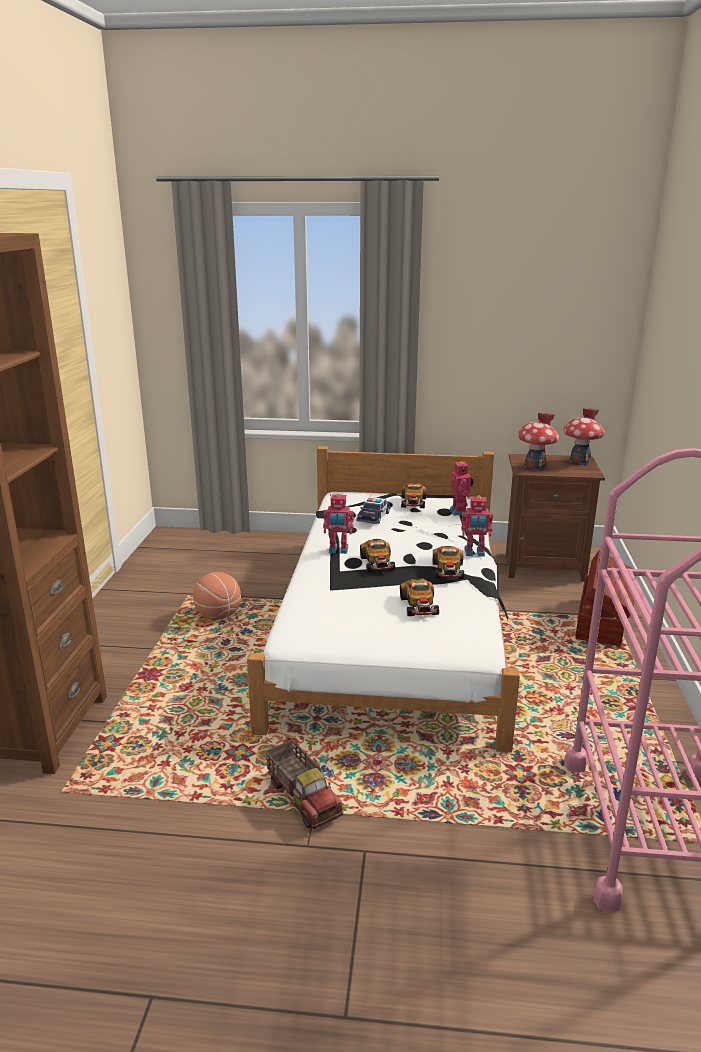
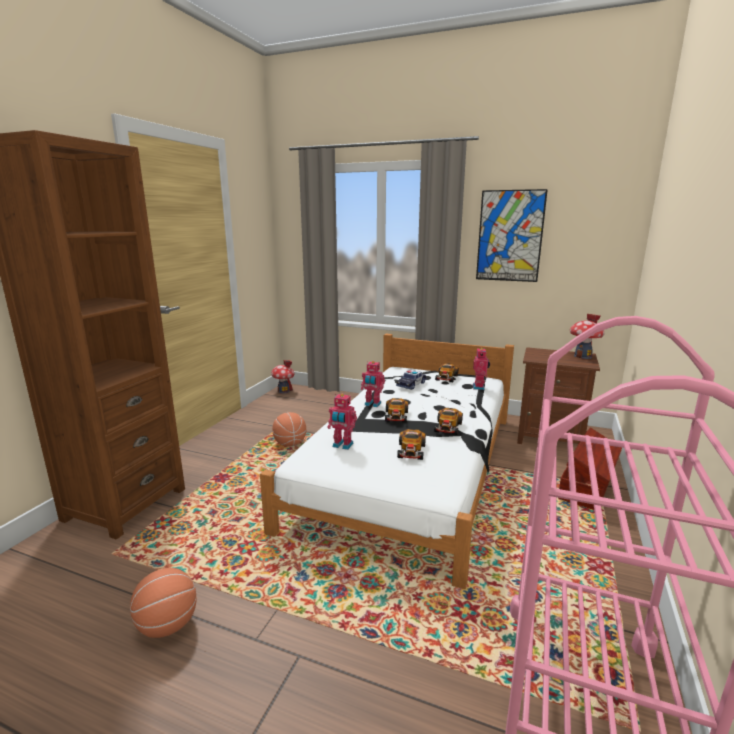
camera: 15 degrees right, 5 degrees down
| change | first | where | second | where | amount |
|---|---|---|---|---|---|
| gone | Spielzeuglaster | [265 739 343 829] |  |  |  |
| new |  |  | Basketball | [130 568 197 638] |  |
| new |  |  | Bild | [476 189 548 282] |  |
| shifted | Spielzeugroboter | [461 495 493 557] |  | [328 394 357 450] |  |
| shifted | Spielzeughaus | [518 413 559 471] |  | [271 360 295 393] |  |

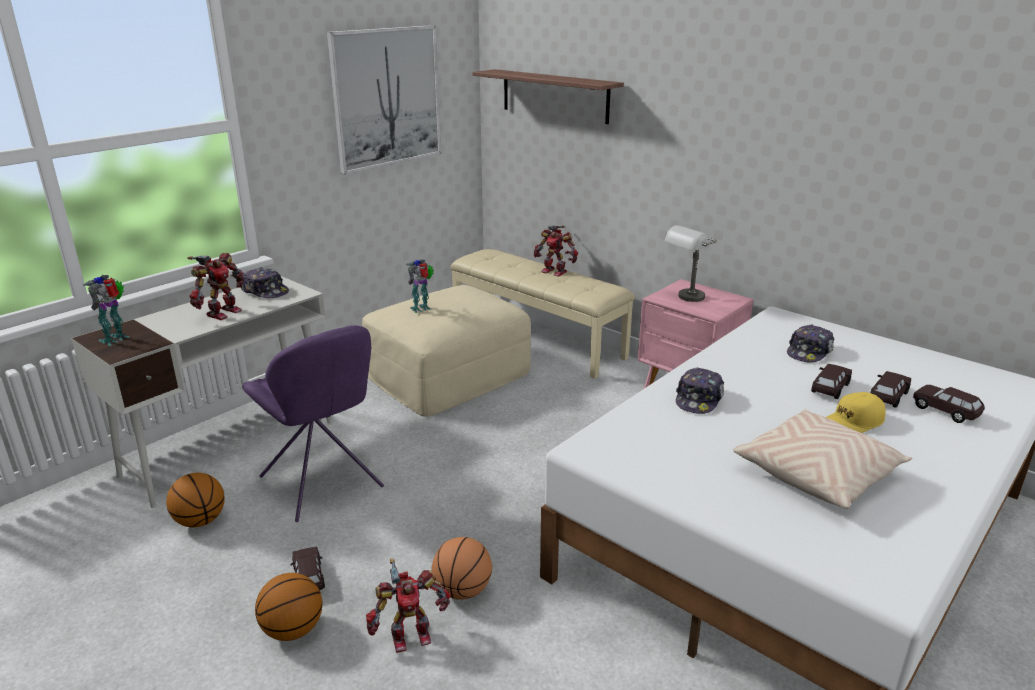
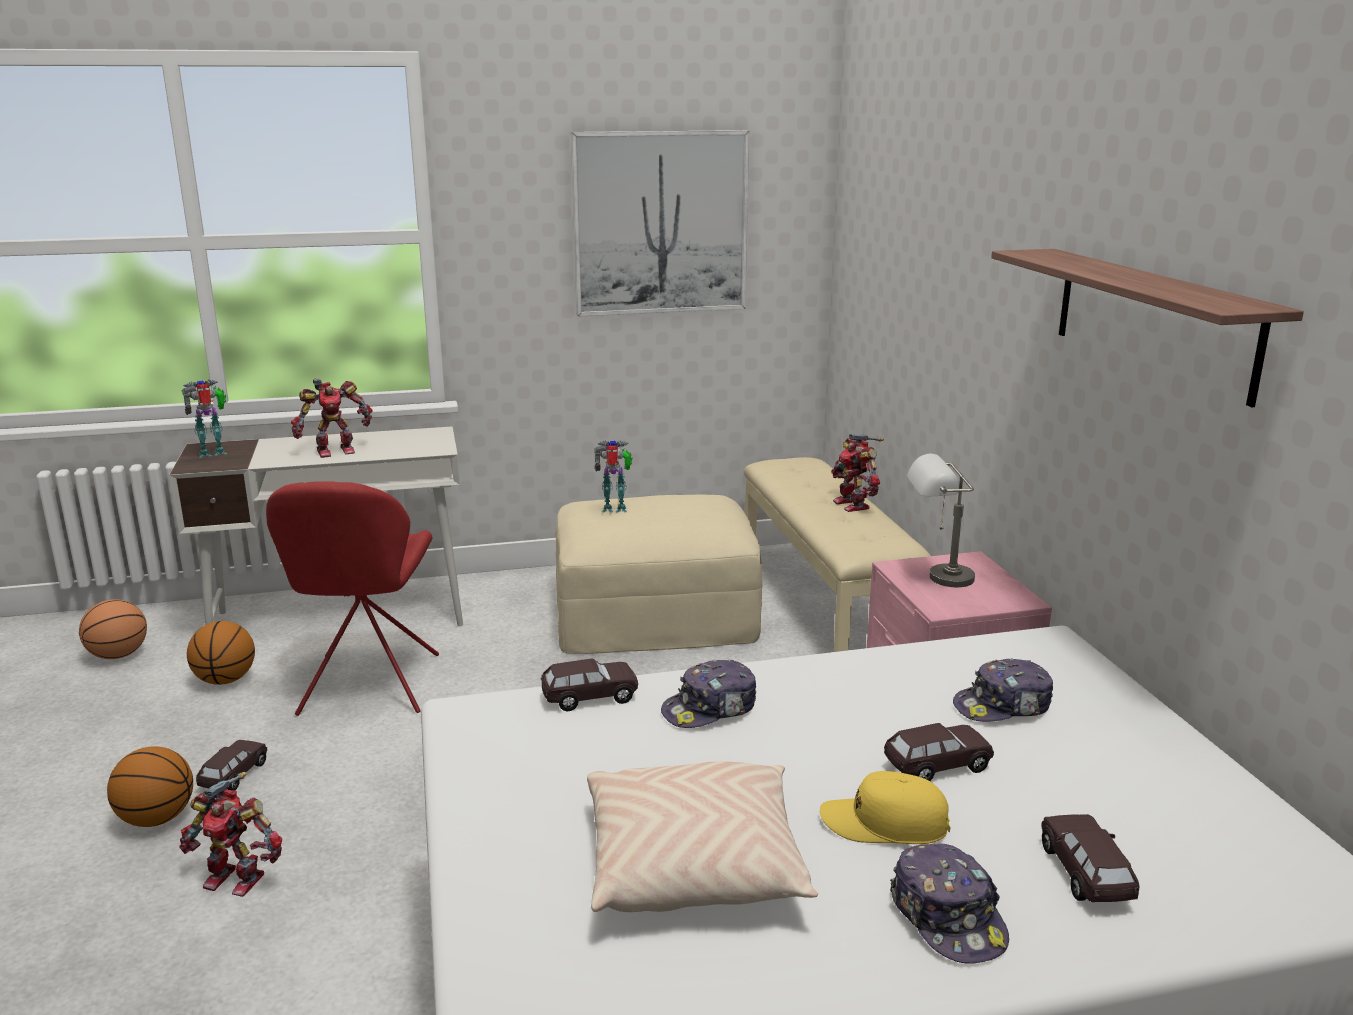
camera: 35 degrees right, 5 degrees down
| change | first | where | second | where | amount |
|---|---|---|---|---|---|
| shifted | Kappe | [241 267 289 298] |  | [890 844 1009 964] |  |
| shifted | Basketball | [432 537 492 600] |  | [79 599 147 659] |  |
| shifted | Wandregal | [473 69 624 124] |  | [991 249 1304 407] |  |
| shifted | Spielzeugauto [braun] | [870 371 911 408] |  | [541 659 638 711] |  |
| repainted | Stuhl [lila] | [242 325 384 522] | Stuhl [rot] | [266 481 439 716] |  |

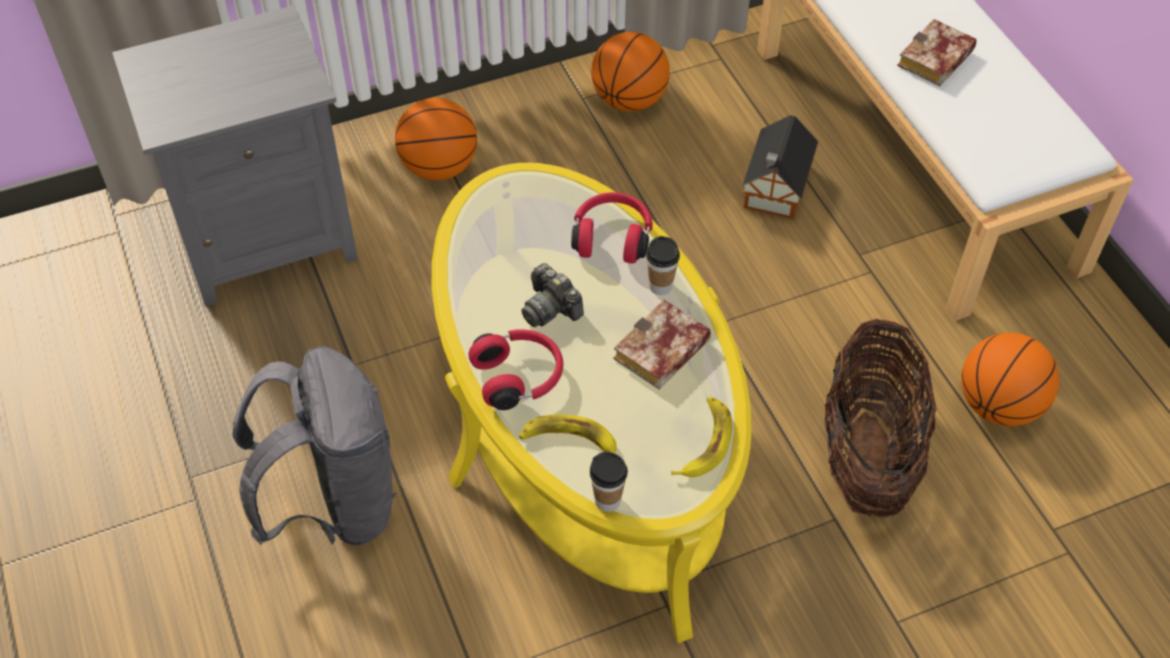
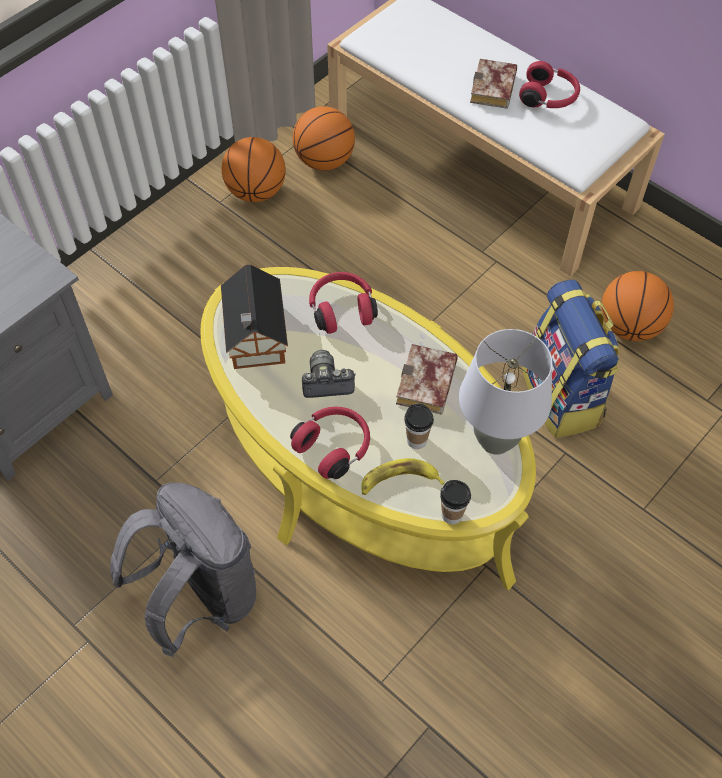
camera: 25 degrees left, 5 degrees up
| change | first | where | second | where | amount |
|---|---|---|---|---|---|
| new |  |  | Kopfhörer [rot] | [519 61 580 108] |  |
| shifted | Basketball | [395 98 477 180] |  | [293 106 355 171] |  |
| shifted | Tasse | [646 236 680 295] |  | [404 403 434 449] |  |
| shifted | Spielzeughaus | [742 115 818 219] |  | [221 264 288 369] |  |
| swapped | Banane | [671 397 732 477] | Tischlampe [grau] | [459 329 552 455] |  |
| swapped | Korb | [824 319 937 518] | Rucksack | [522 280 621 438] |  |
| rotated | Kamera | [521 263 584 327] |  | [302 350 356 398] | 150 degrees clockwise |

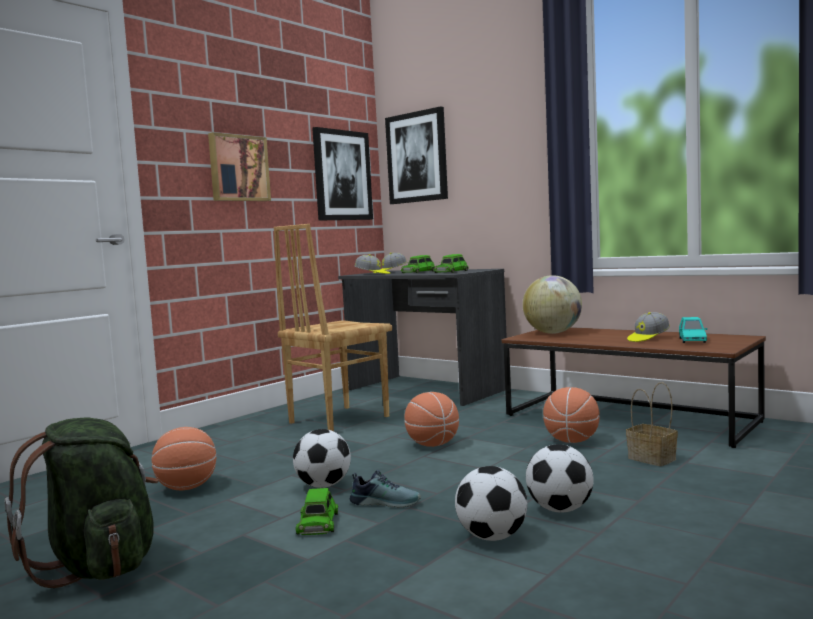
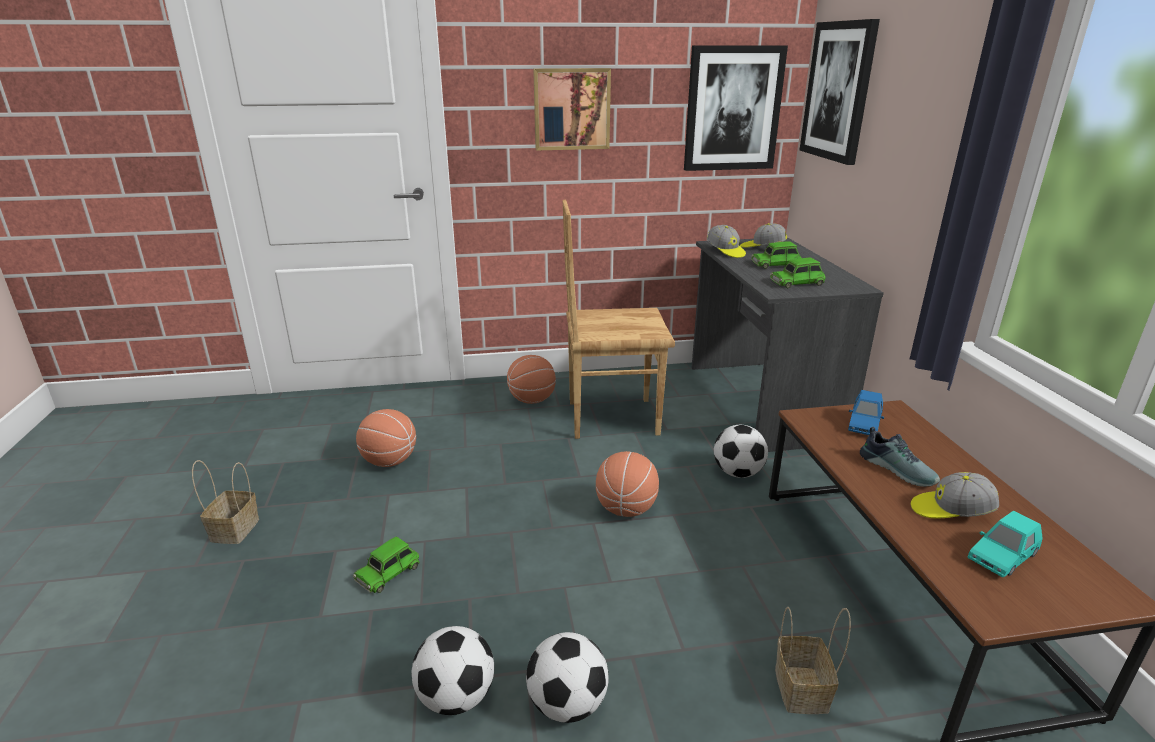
camera: 40 degrees right, 20 degrees up
| change | first | where | second | where | amount |
|---|---|---|---|---|---|
| shifted | Fußball | [293 429 351 488] |  | [714 425 768 478] |  |
| shifted | Schuh | [350 470 421 508] |  | [860 427 940 487] |  |
| shifted | Basketball | [543 387 600 443] |  | [507 355 556 404] |  |
| swapped | Rucksack [grün] | [4 418 159 588] | Korb | [192 460 259 544] |  |
| swapped | Globus | [523 275 582 334] | Spielzeugauto [blau] | [848 390 884 435] |  |

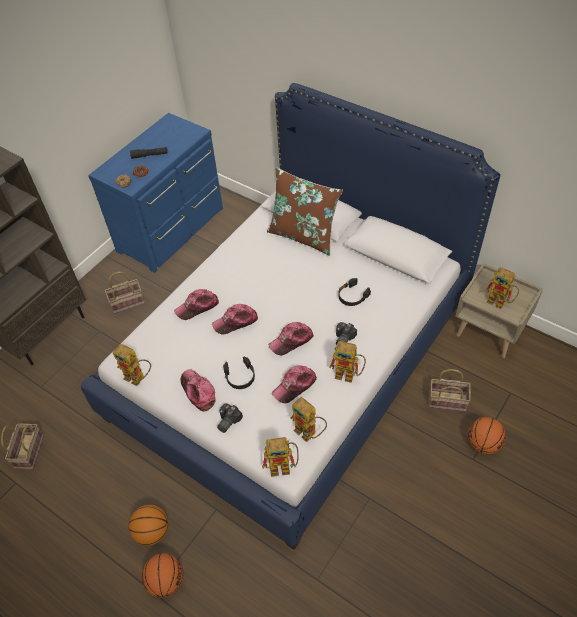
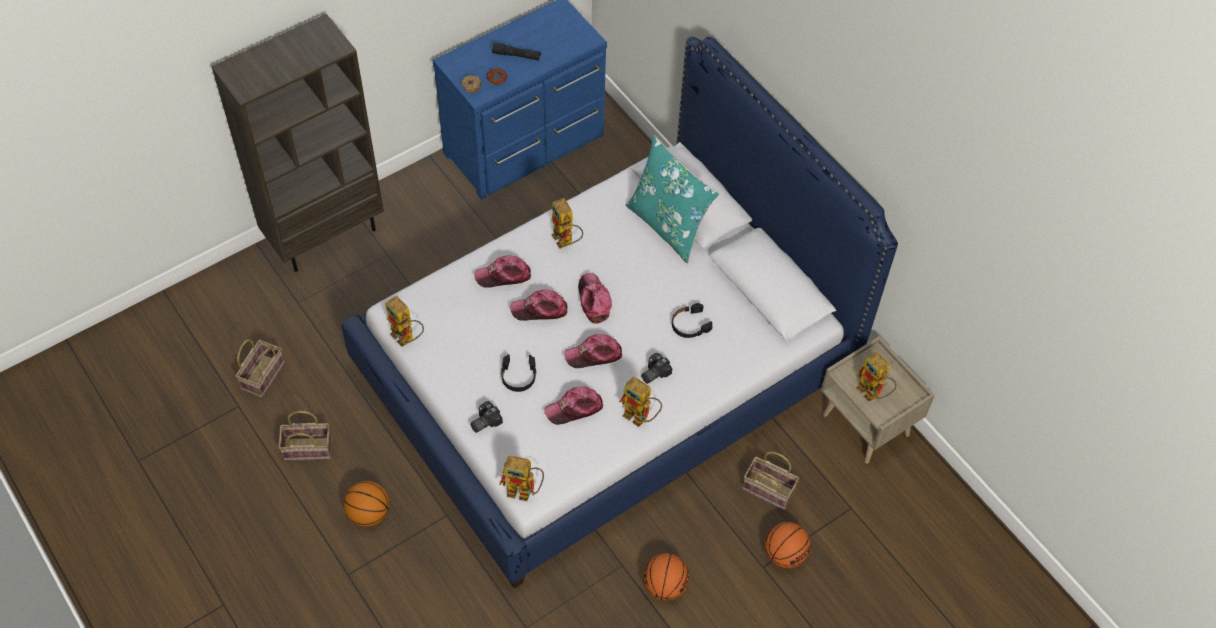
camera: 15 degrees right, 5 degrees up
| change | first | where | second | where | amount |
|---|---|---|---|---|---|
| shifted | Korb | [105 272 145 314] |  | [278 411 332 461] |  |
| shifted | Basketball | [142 553 183 598] |  | [643 553 690 600] |  |
| shifted | Kappe | [181 369 215 412] |  | [578 273 612 324] |  |
| shifted | Spielzeugroboter | [290 397 327 442] |  | [551 198 583 249] |  |
| repainted | Kissen [braun] | [267 167 343 256] | Kissen [türkis] | [626 135 719 263] |  |

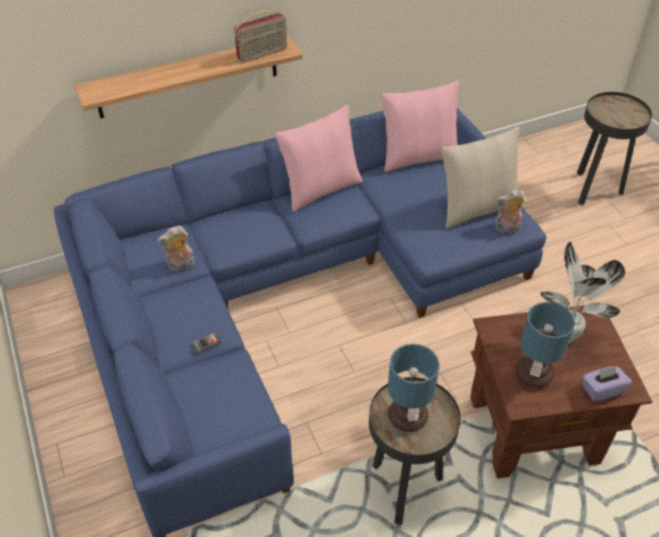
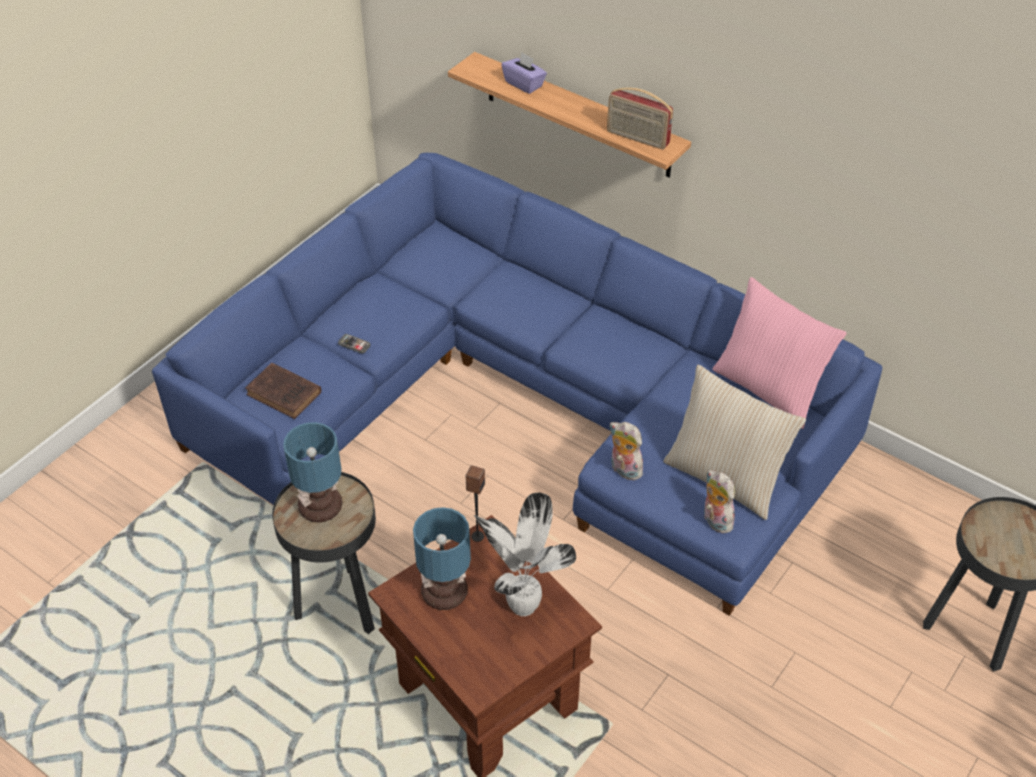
camera: 60 degrees right, 0 degrees up
| change | first | where | second | where | amount |
|---|---|---|---|---|---|
| gone | Kissen [rosa] | [275 104 363 212] |  |  |  |
| new |  |  | Buch [braun] | [245 363 321 419] |  |
| new |  |  | Lautsprecher | [465 465 485 542] |  |
| shifted | Plüschtier | [157 226 195 271] |  | [609 422 643 480] |  |
| shifted | Taschentuchbox [lila] | [582 366 632 402] |  | [501 52 547 94] |  |

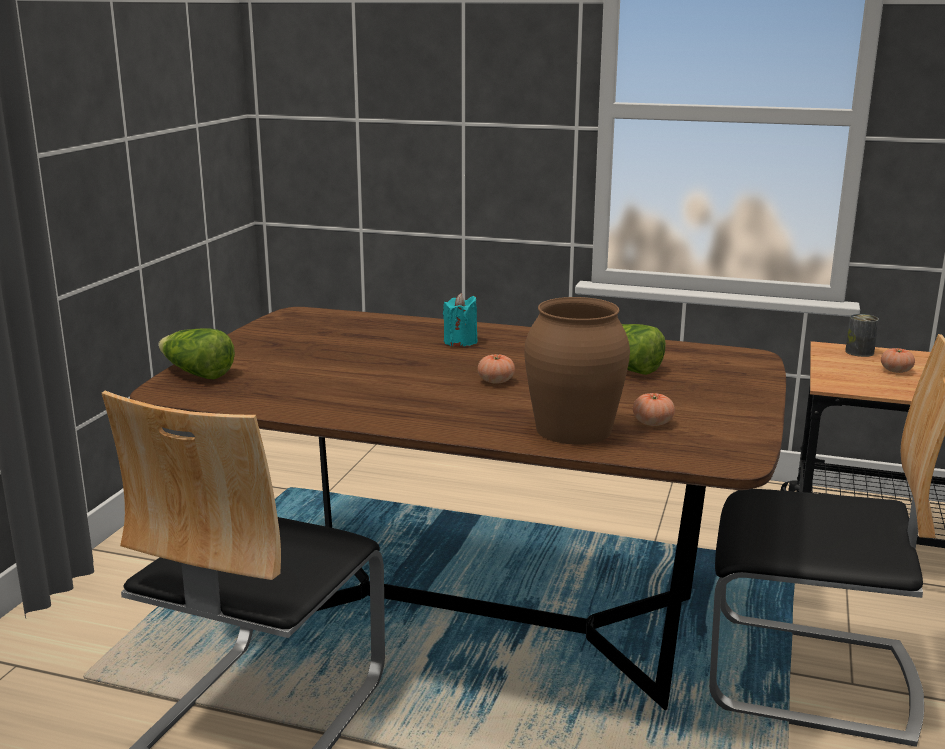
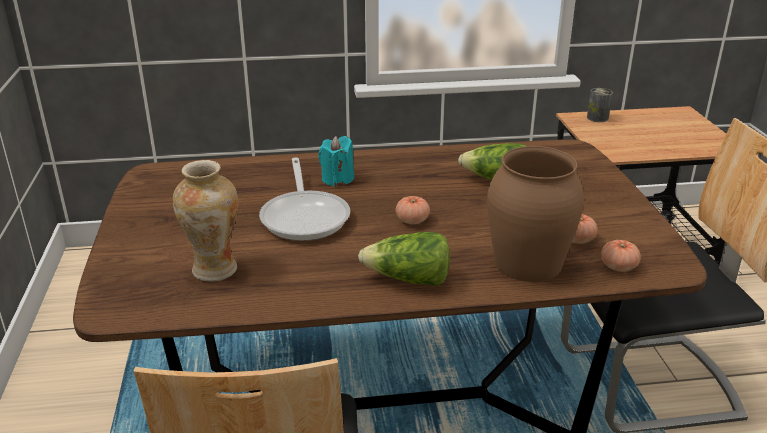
camera: 25 degrees left, 10 degrees up
| change | first | where | second | where | amount |
|---|---|---|---|---|---|
| new |  |  | Vase | [173 160 238 282] |  |
| new |  |  | Pfanne | [259 158 350 241] |  |
| shifted | Salatkopf | [158 329 235 379] |  | [358 232 450 286] |  |
| shifted | Tomate | [881 348 915 373] |  | [601 240 641 272] |  |

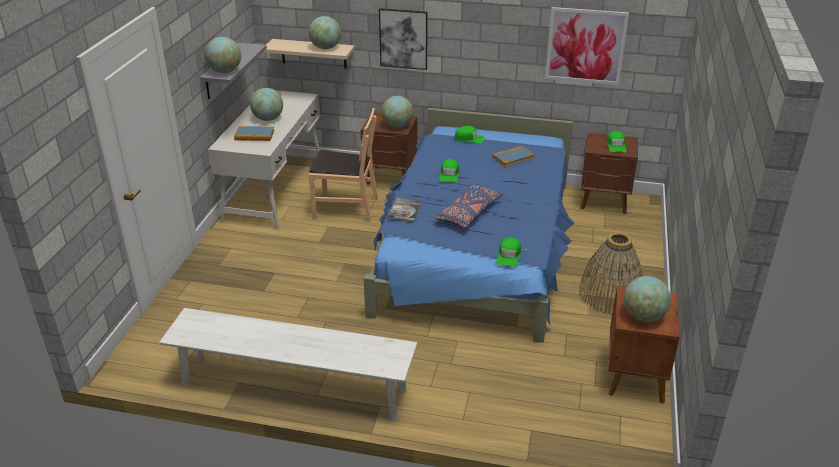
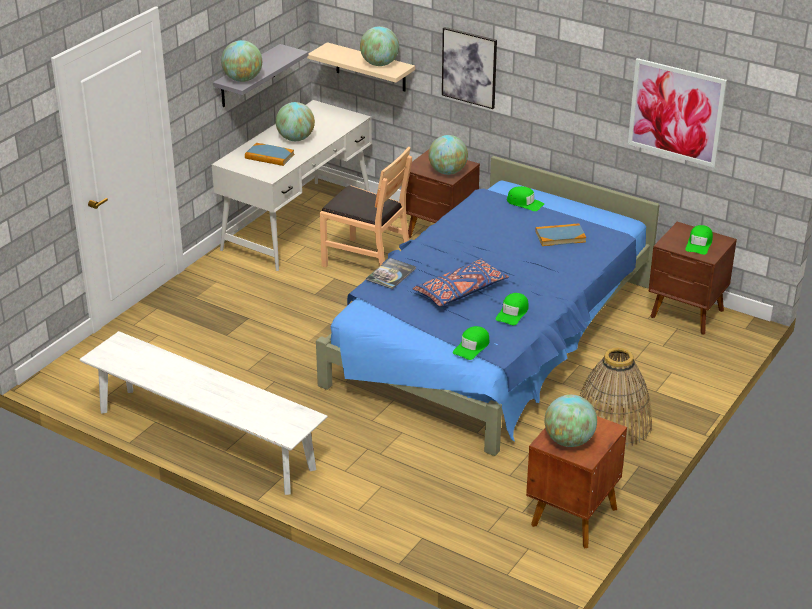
camera: 20 degrees right, 0 degrees up
| change | first | where | second | where | amount |
|---|---|---|---|---|---|
| shifted | Kappe [grün] | [439 159 459 183] |  | [496 293 529 325] |  |

